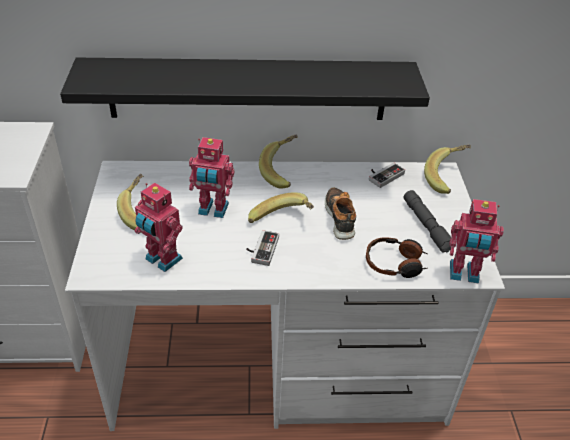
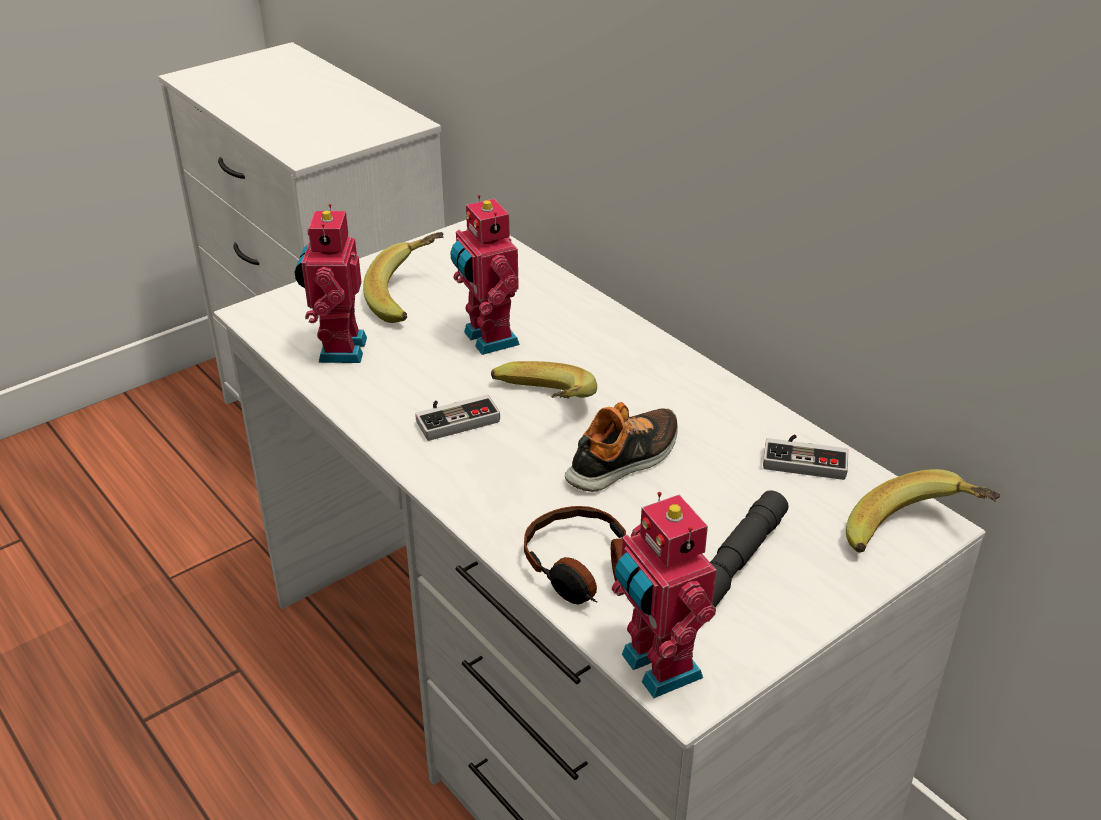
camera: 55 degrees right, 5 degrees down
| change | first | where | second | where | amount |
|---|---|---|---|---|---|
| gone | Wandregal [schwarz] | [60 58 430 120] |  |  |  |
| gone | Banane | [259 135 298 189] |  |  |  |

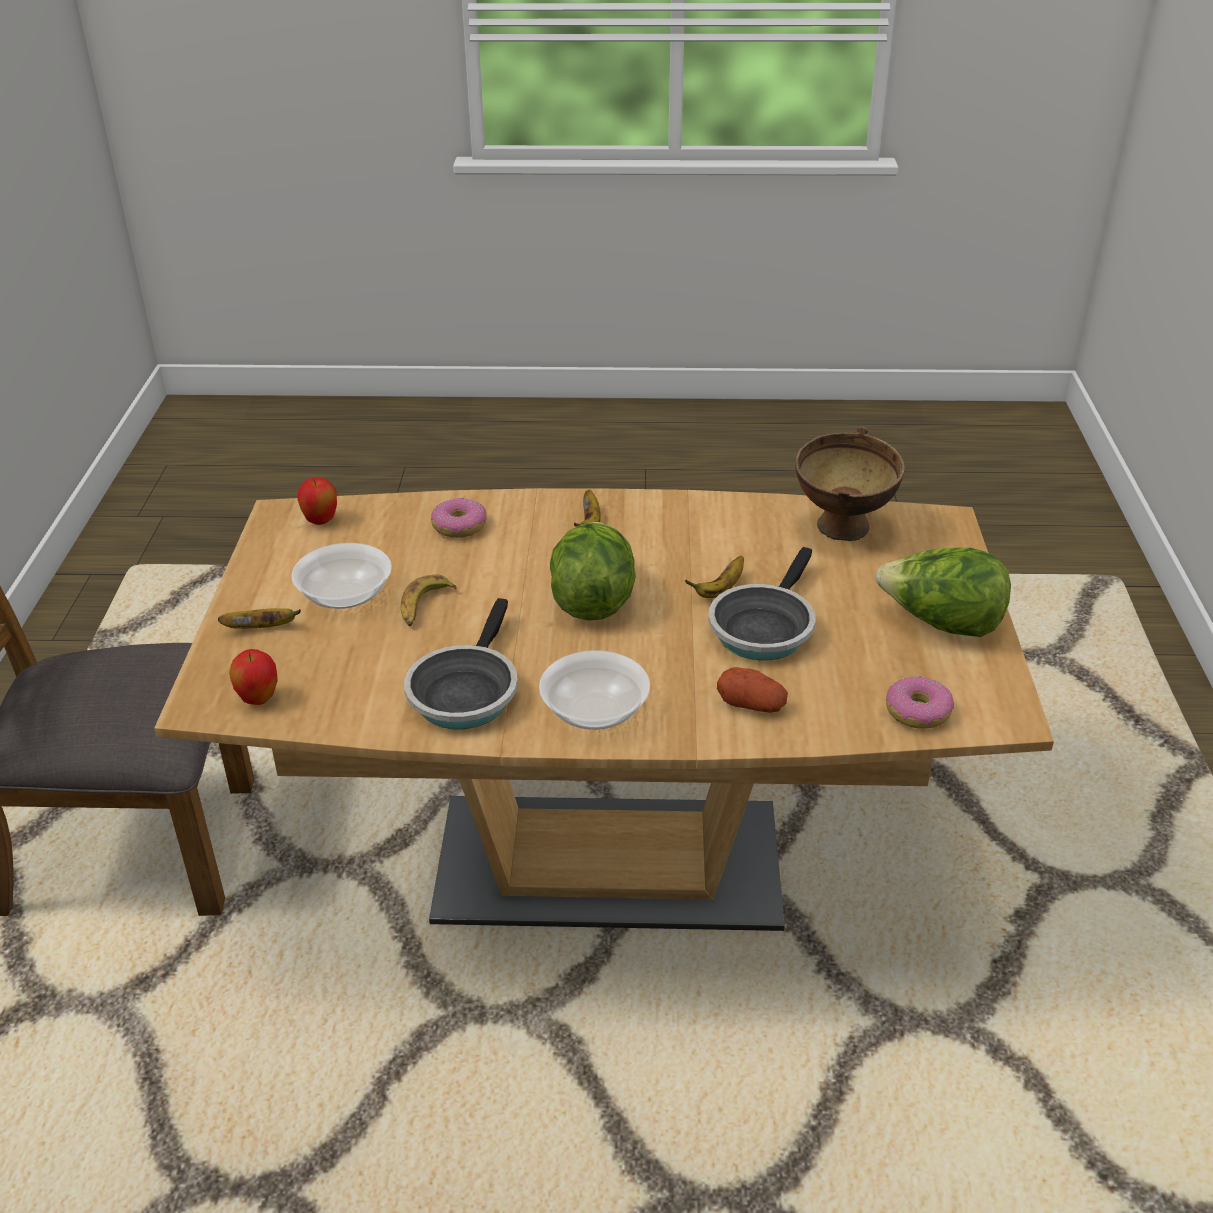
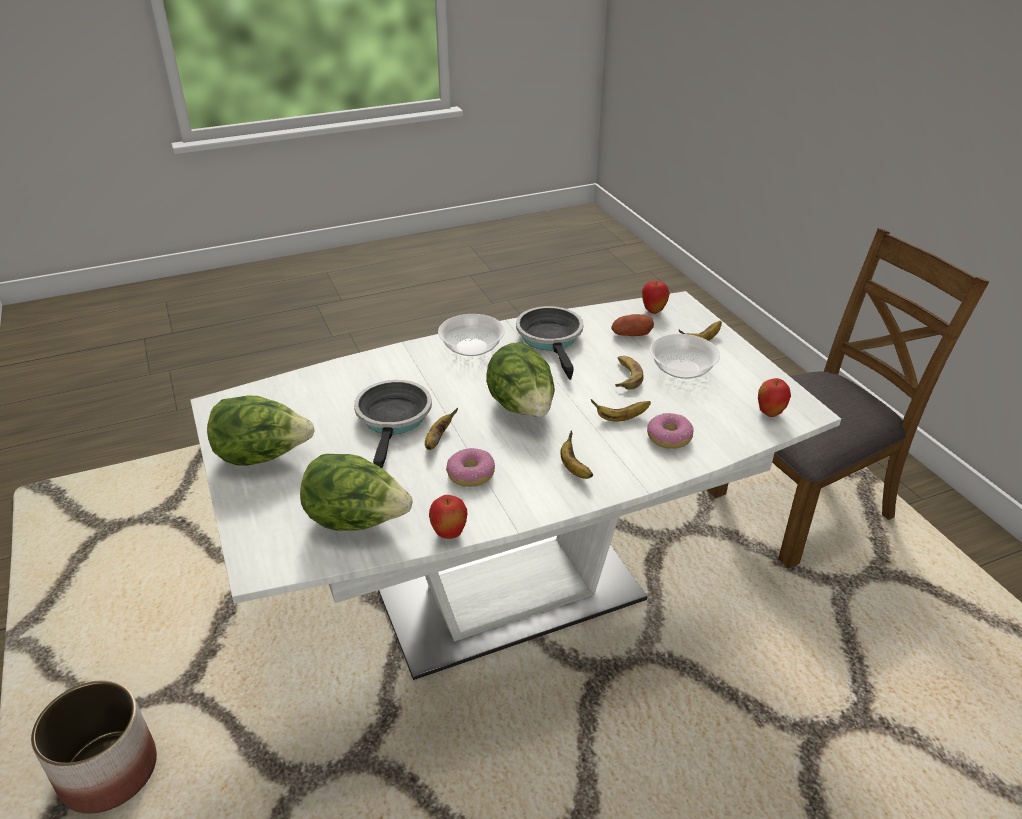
camera: 155 degrees right, 0 degrees up
| change | first | where | second | where | amount |
|---|---|---|---|---|---|
| new |  |  | Pflanzkübel | [31 680 157 814] |  |
| new |  |  | Apfel | [429 495 467 539] |  |
| new |  |  | Banane | [591 399 651 421] |  |
| shifted | Kartoffel | [717 667 788 713] |  | [611 314 654 336] |  |
| shifted | Donut | [886 676 954 729] |  | [446 448 495 487] |  |
| swapped | Schüssel [braun] | [795 427 905 541] | Salatkopf | [300 454 412 530] |  |
| repainted | Esstisch [braun] | [154 488 1054 931] | Esstisch [weiß] | [190 291 841 680] |  |

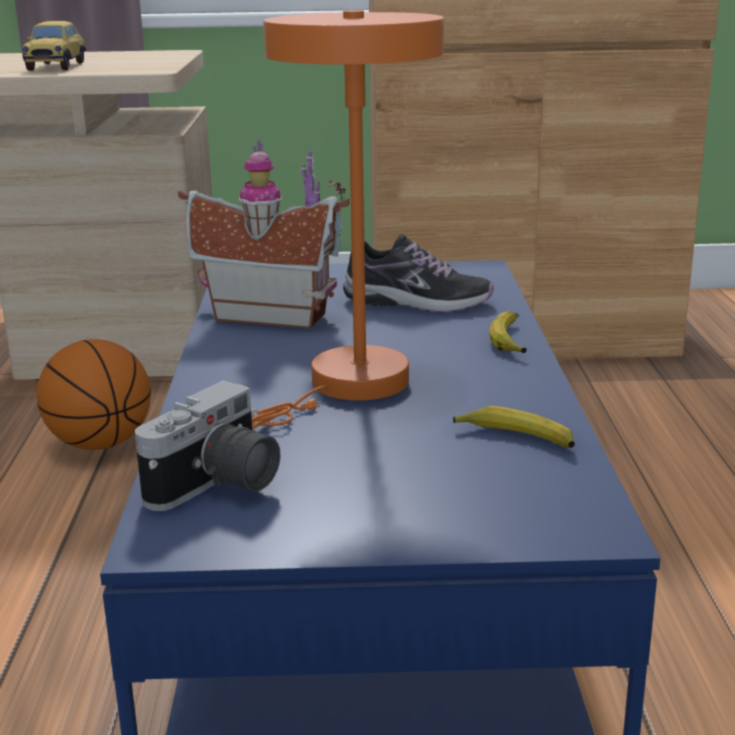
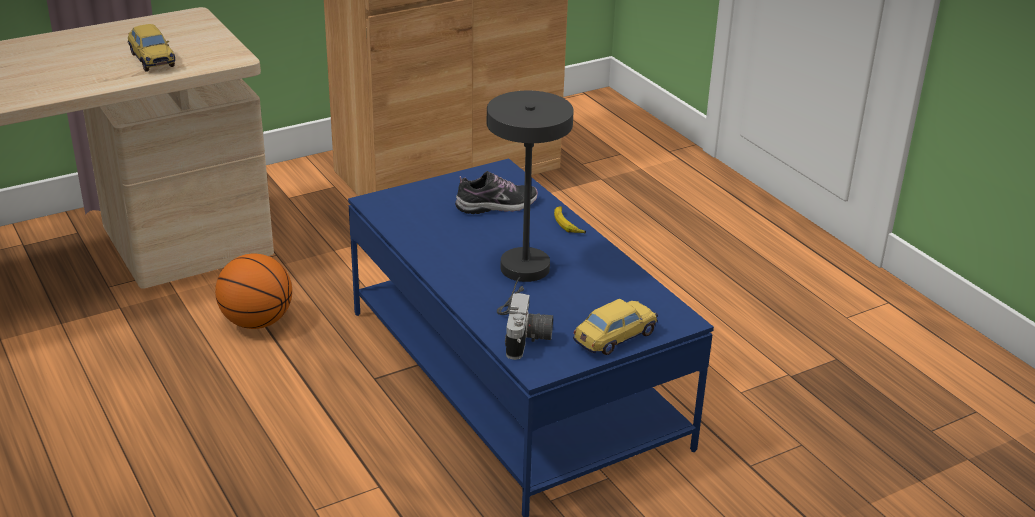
camera: 30 degrees left, 10 degrees up
| change | first | where | second | where | amount |
|---|---|---|---|---|---|
| gone | Spielzeughaus | [178 140 350 329] |  |  |  |
| gone | Banane | [453 406 575 448] |  |  |  |
| new |  |  | Spielzeugauto | [573 299 658 355] |  |
| repainted | Tischlampe [orange] | [252 10 444 429] | Tischlampe [grau] | [487 91 574 315] |  |

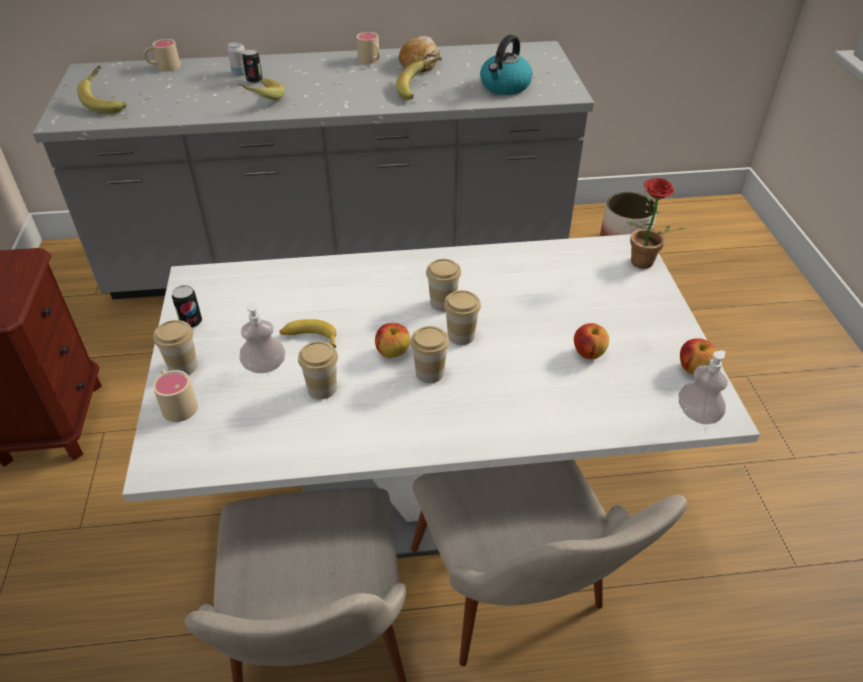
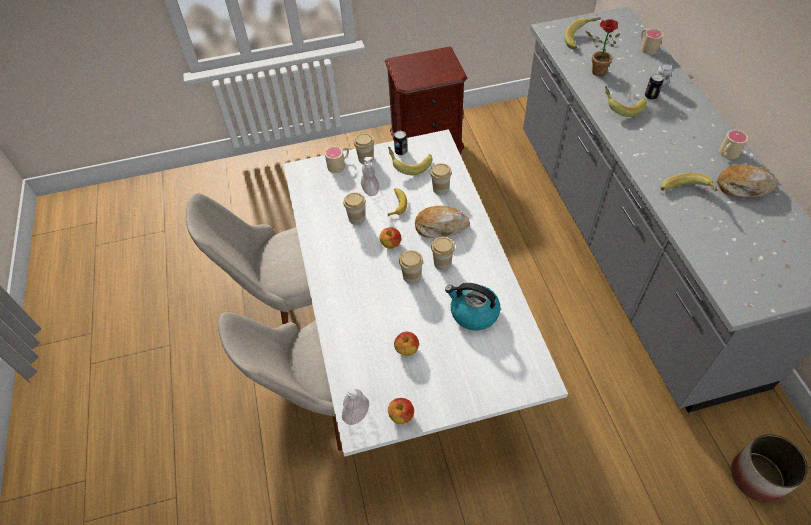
camera: 85 degrees right, 10 degrees up
| change | first | where | second | where | amount |
|---|---|---|---|---|---|
| new |  |  | Banane | [388 147 432 175] |  |
| new |  |  | Brot | [415 206 470 238] |  |
| shifted | Tasse | [410 326 449 383] |  | [430 163 452 195] |  |
| shifted | Wasserkessel | [480 35 533 95] |  | [445 283 501 330] |  |
| shifted | Topfpflanze | [626 178 687 269] |  | [586 19 620 76] |  |

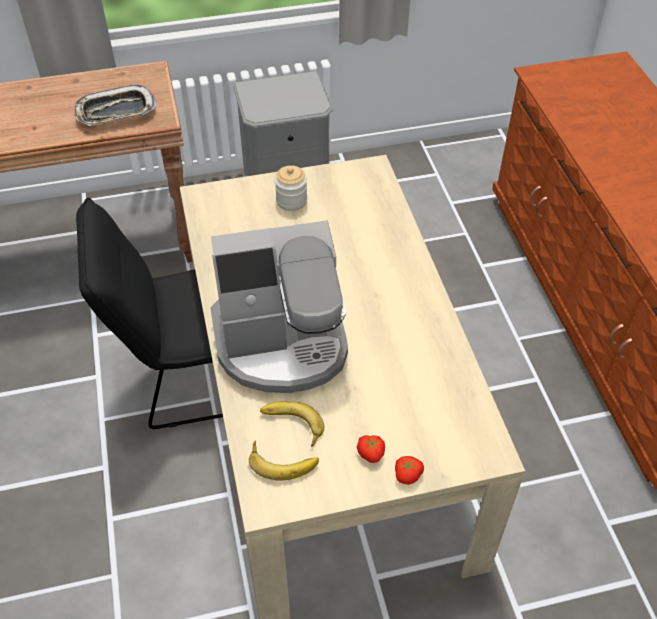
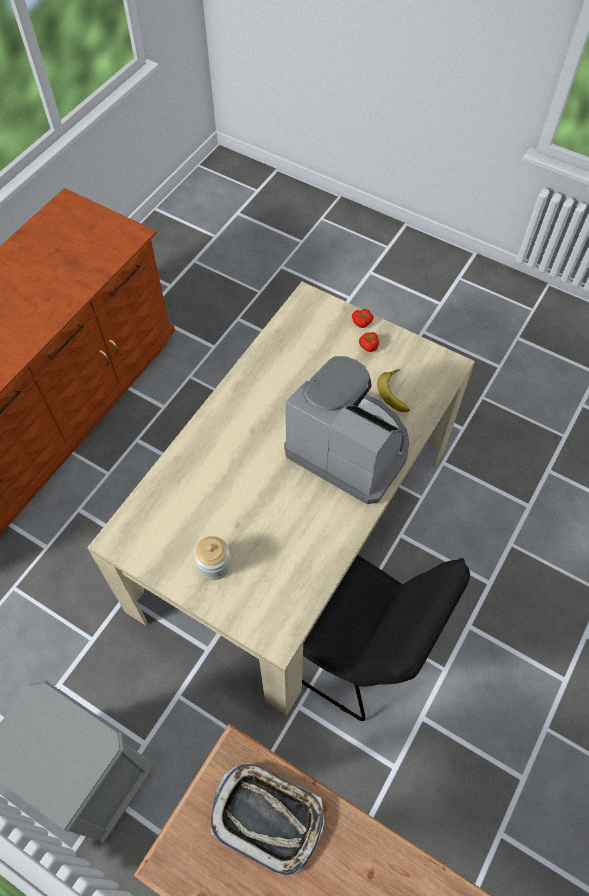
camera: 135 degrees left, 10 degrees up
| change | first | where | second | where | amount |
|---|---|---|---|---|---|
| gone | Banane | [249 440 319 481] |  |  |  |

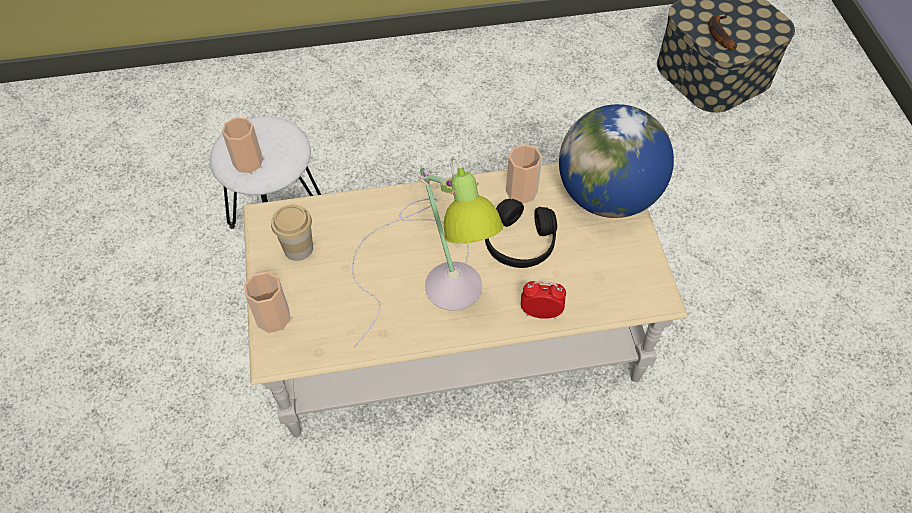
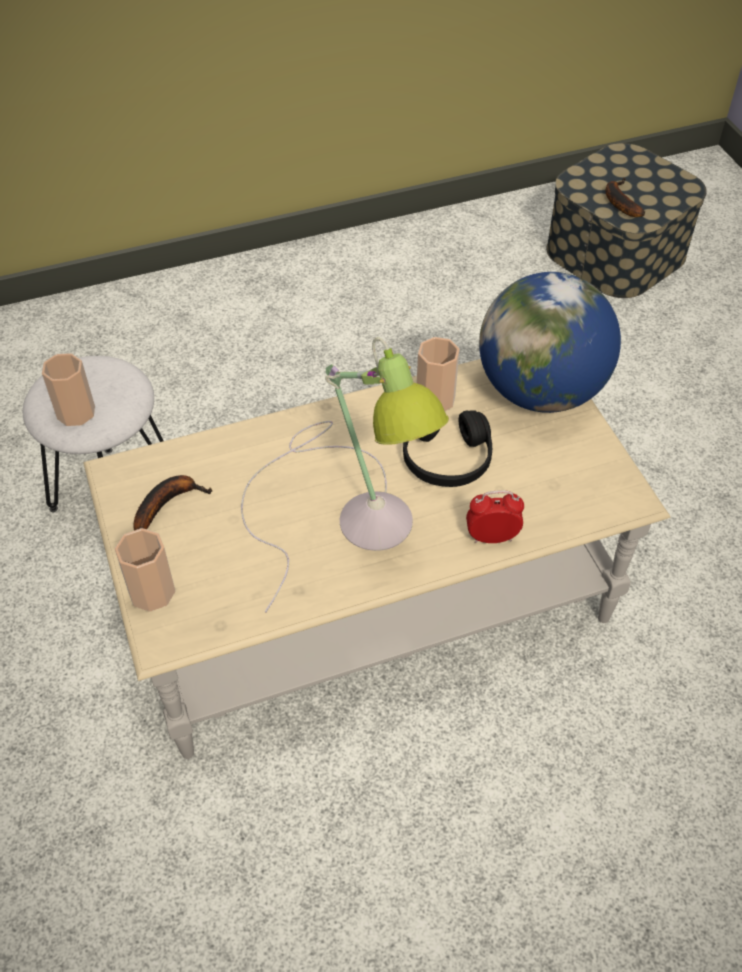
camera: 10 degrees left, 5 degrees down
| change | first | where | second | where | amount |
|---|---|---|---|---|---|
| swapped | Tasse | [271 205 313 261] | Banane | [134 475 213 531] |  |

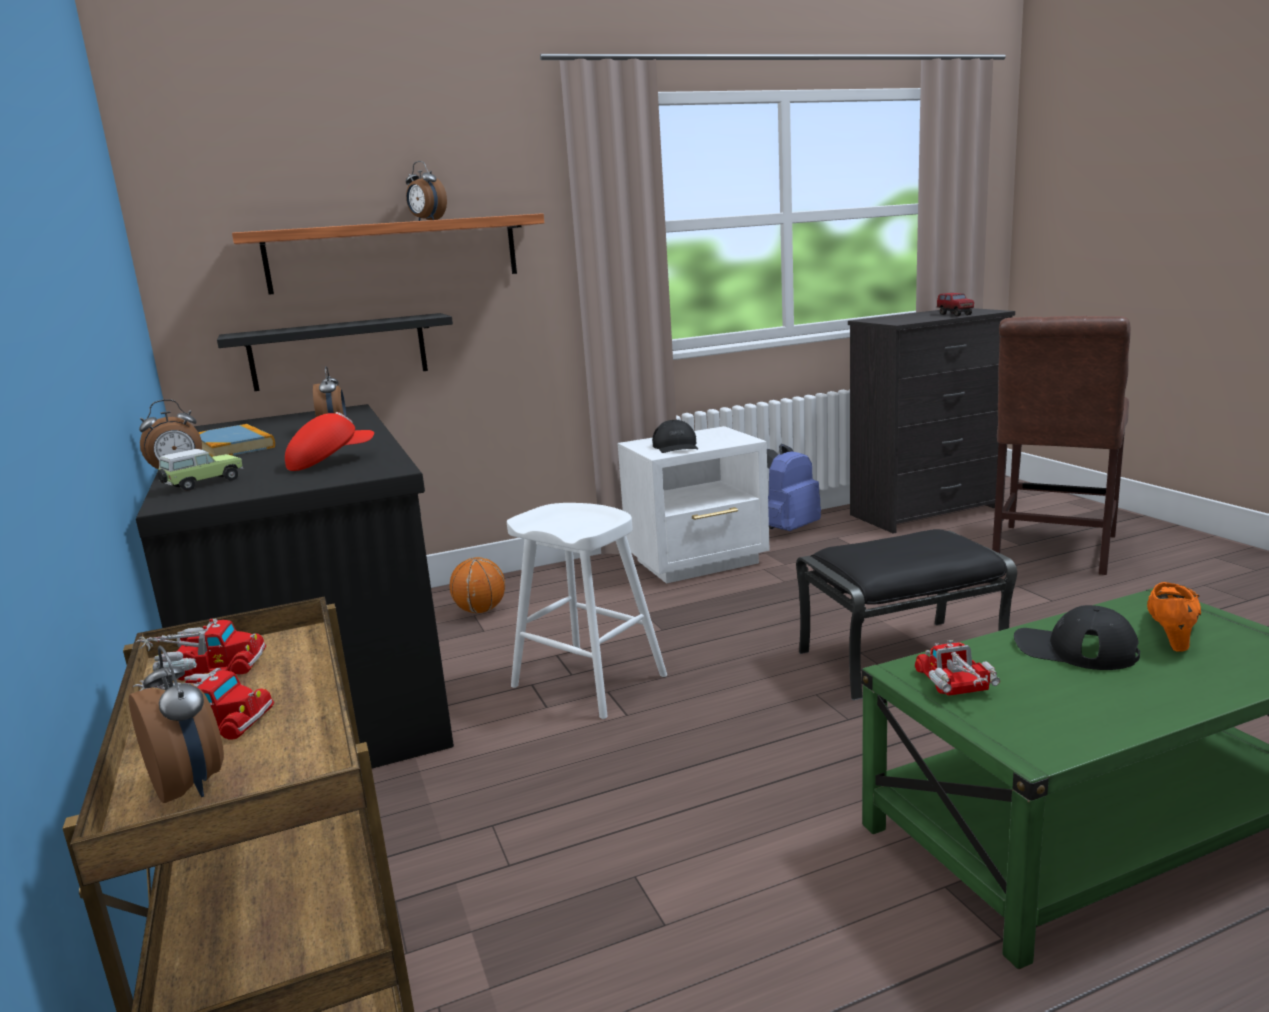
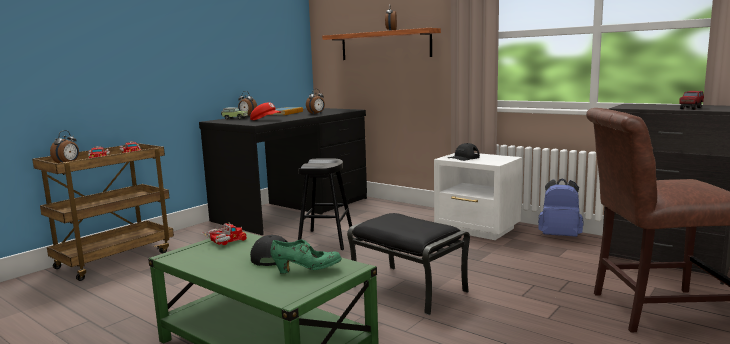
camera: 60 degrees right, 5 degrees down
| change | first | where | second | where | amount |
|---|---|---|---|---|---|
| gone | Wandregal [schwarz] | [217 313 453 391] |  |  |  |
| gone | Basketball | [450 557 505 613] |  |  |  |
| repainted | Hocker [weiß] | [507 503 667 719] | Hocker [schwarz] | [298 159 352 250] |  |
| repainted | Schuh [orange] | [1147 582 1201 652] | Schuh [grün] | [271 239 342 273] |  |

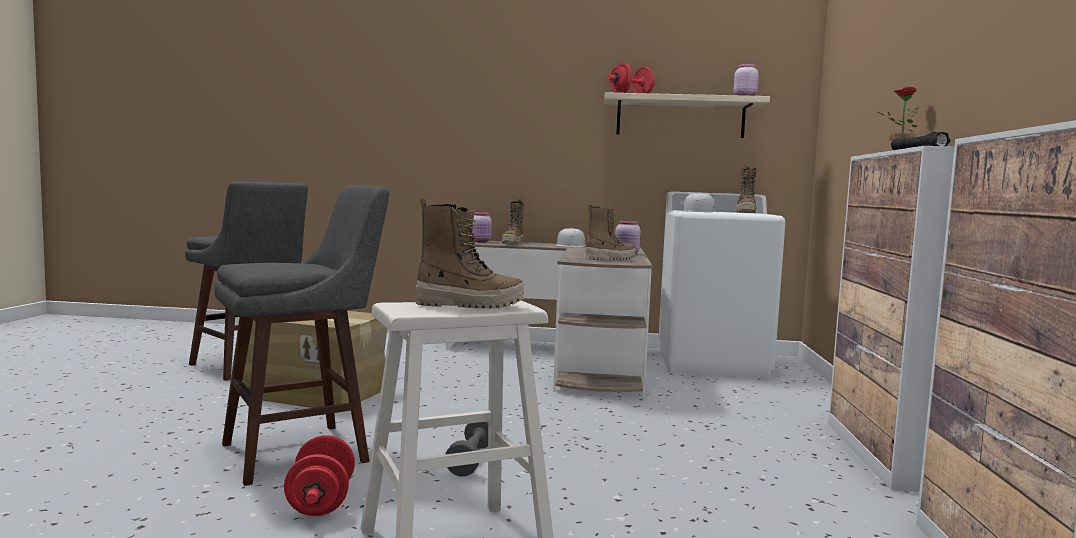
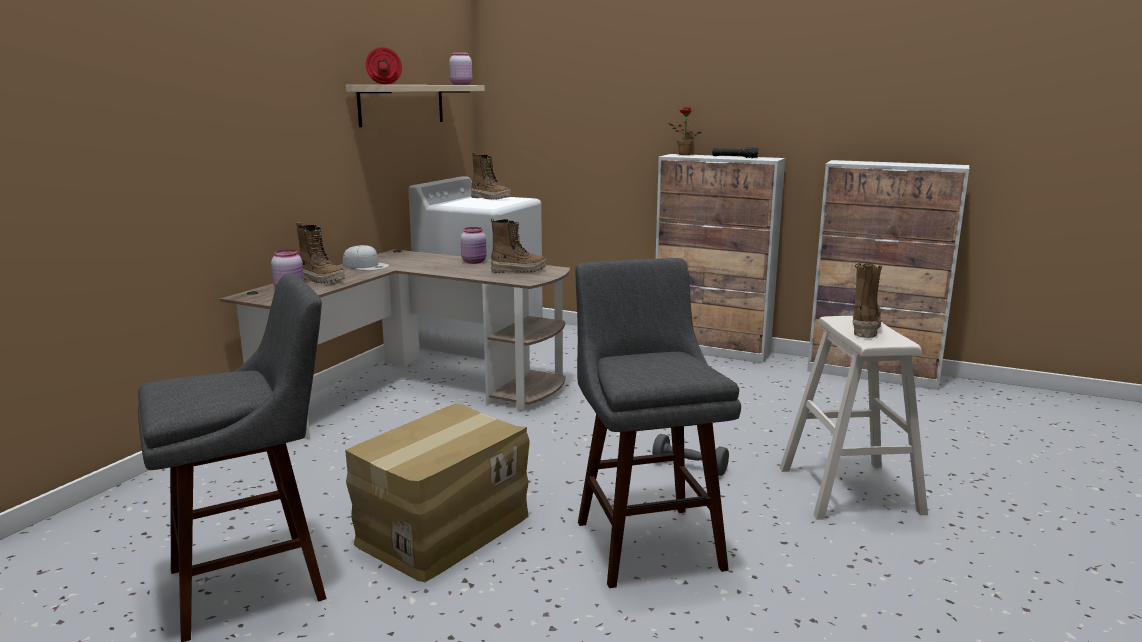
camera: 70 degrees left, 10 degrees up
| change | first | where | second | where | amount |
|---|---|---|---|---|---|
| gone | Hantel [rot] | [284 435 355 516] |  |  |  |
| gone | Kappe [weiß] | [680 193 715 212] |  |  |  |
| rotated | Stiefel | [585 204 635 260] |  | [491 218 546 273] | 90 degrees clockwise |

